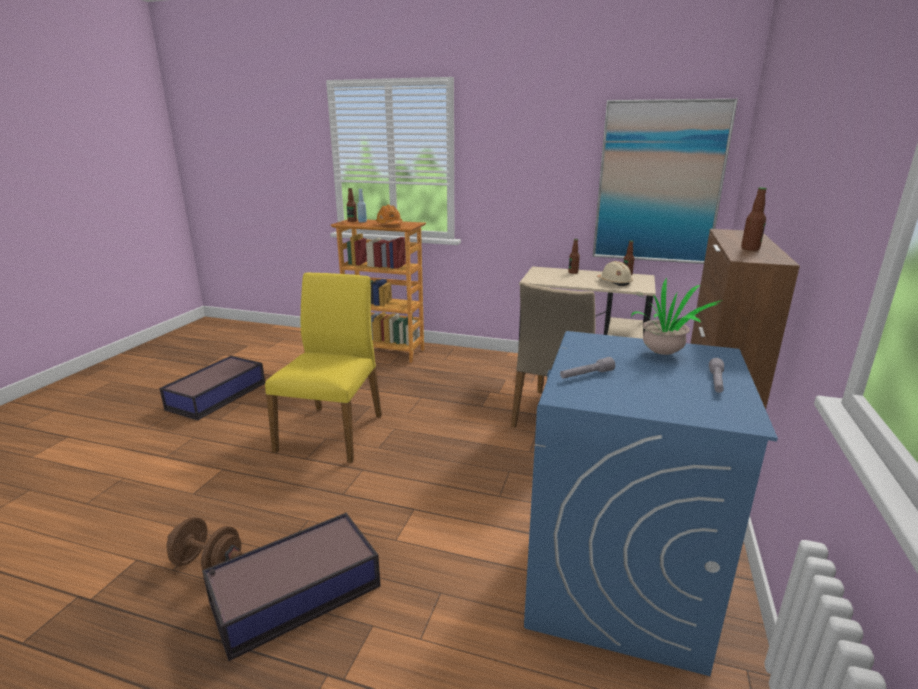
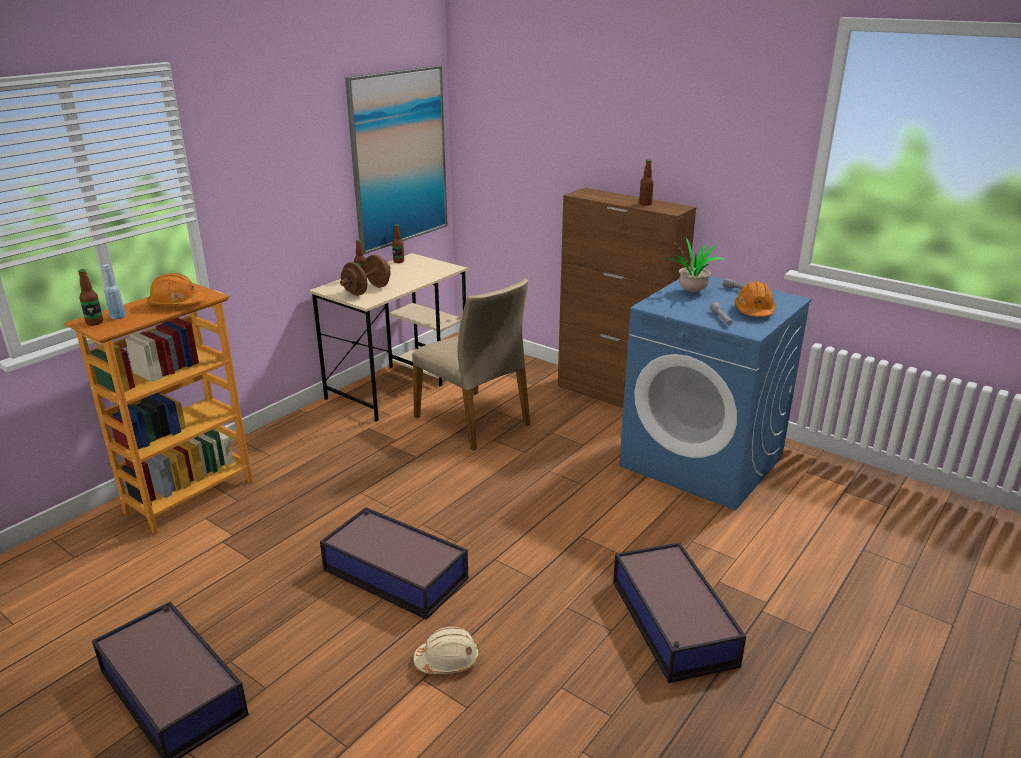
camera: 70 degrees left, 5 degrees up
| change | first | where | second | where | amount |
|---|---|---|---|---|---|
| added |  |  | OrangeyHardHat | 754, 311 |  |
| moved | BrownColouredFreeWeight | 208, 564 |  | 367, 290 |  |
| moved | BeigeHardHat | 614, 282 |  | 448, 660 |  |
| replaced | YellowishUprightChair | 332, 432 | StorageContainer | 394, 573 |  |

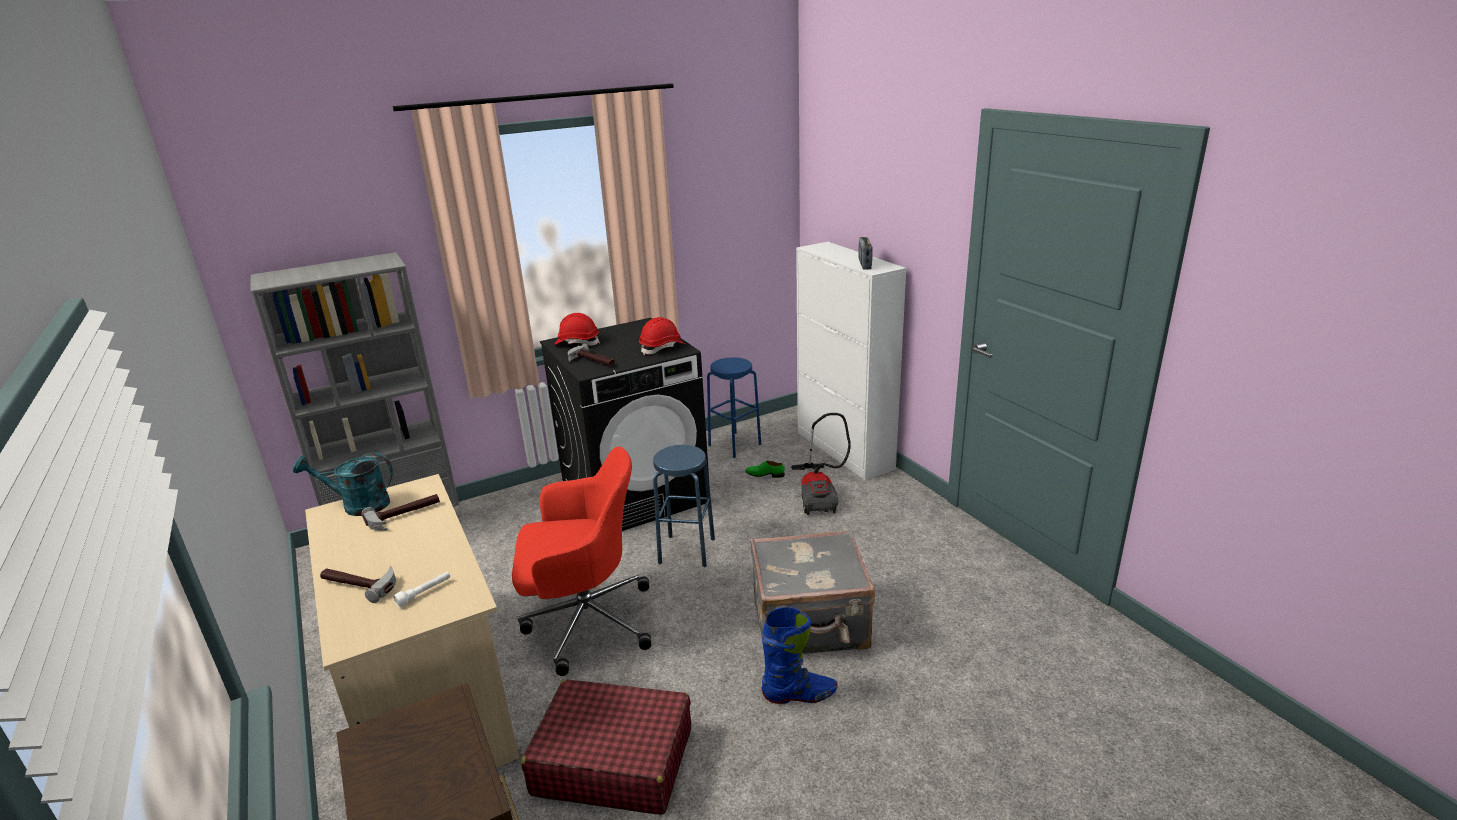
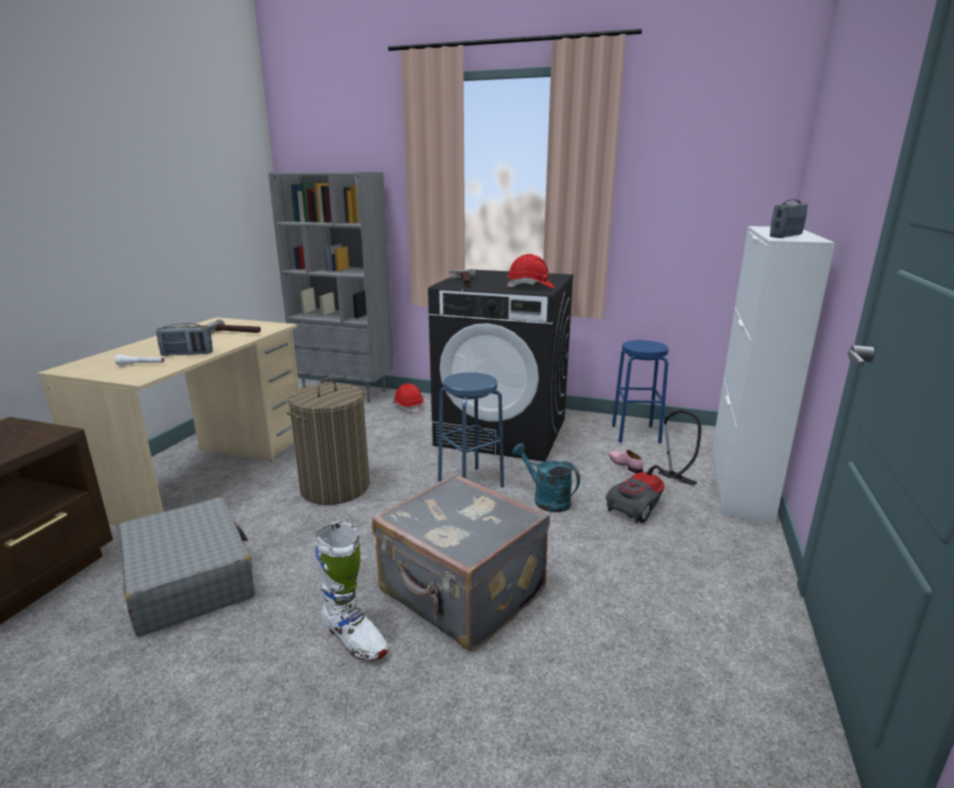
camera: 45 degrees right, 5 degrees down
| change | first | where | second | where | amount |
|---|---|---|---|---|---|
| removed | Hammer | 361, 584 |  |  |  |
| added |  |  | Radio | 187, 354 |  |
| moved | BlueGreenSprinklingCan | 358, 505 |  | 546, 499 |  |
| moved | RedHardHat | 577, 343 |  | 408, 407 |  |
| replaced | RedComputerChair | 586, 622 | LaundryBasket | 335, 487 |  |
| recoloured | RedPieceOfLuggage | 613, 761 | GreyishPieceOfLuggage | 190, 579 |  |
| recoloured | GreenItemOfFootwear | 765, 474 | PinkColouredItemOfFootwear | 625, 465 |  |
| recoloured | BlueHighTopBoot | 799, 695 | WhitishHighTopBoot | 354, 640 |  |

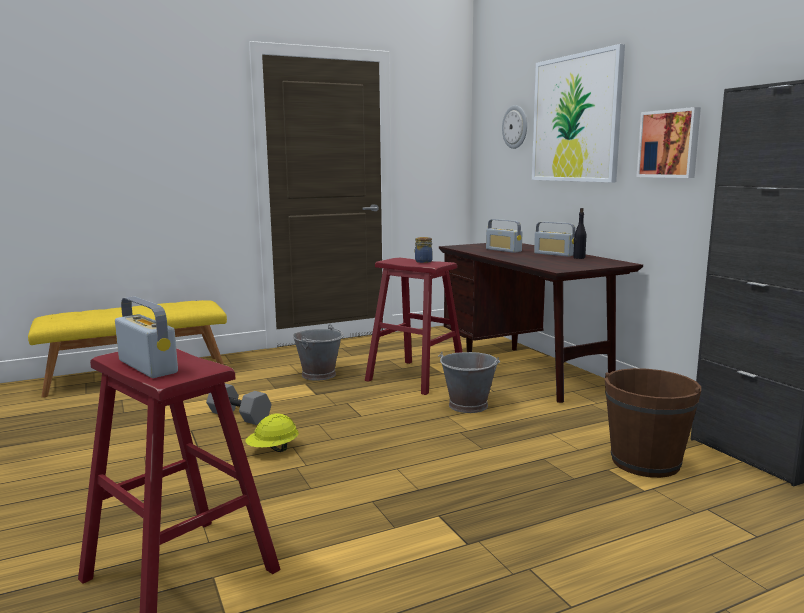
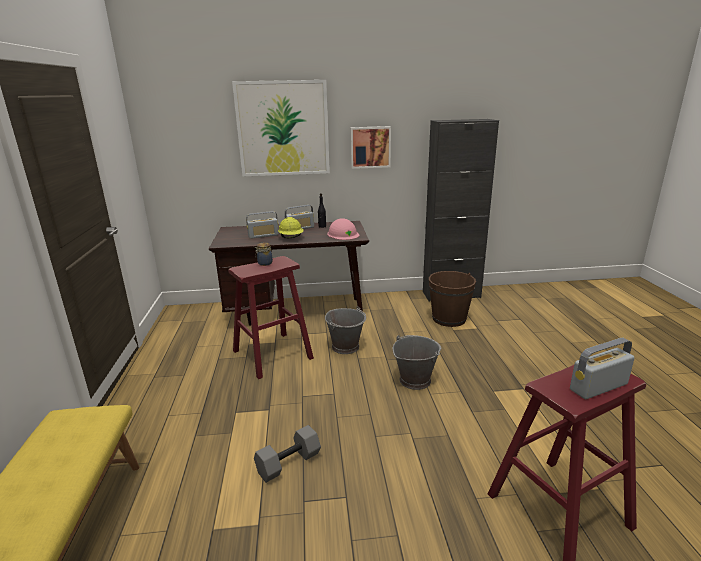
camera: 70 degrees left, 10 degrees up
| change | first | where | second | where | amount |
|---|---|---|---|---|---|
| removed | WallClock | 515, 127 |  |  |  |
| added |  |  | PinkColouredHardHat | 343, 234 |  |
| moved | YellowishHardHat | 273, 450 |  | 291, 238 |  |
| moved | GreyishPail | 319, 374 |  | 414, 380 |  |

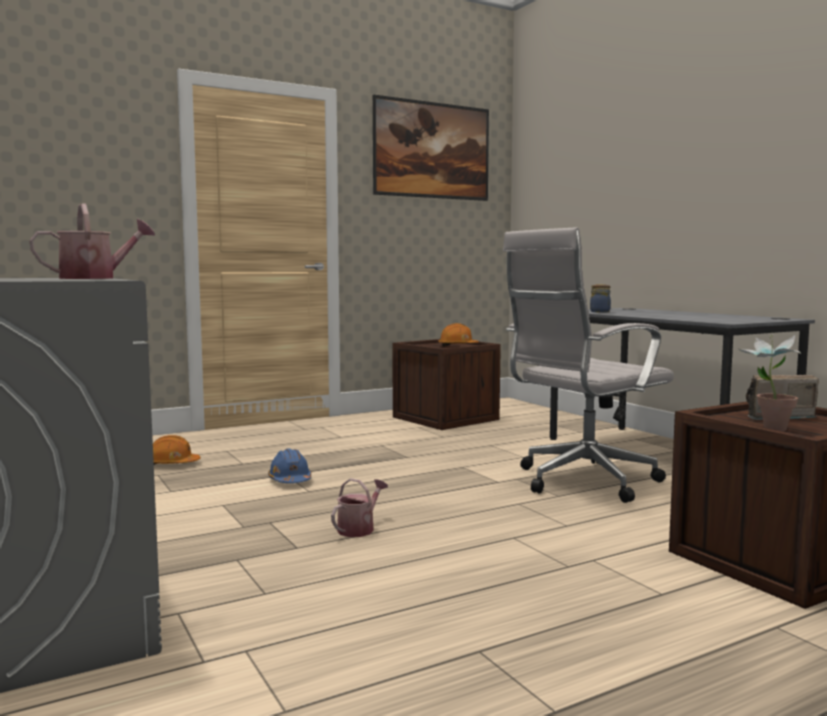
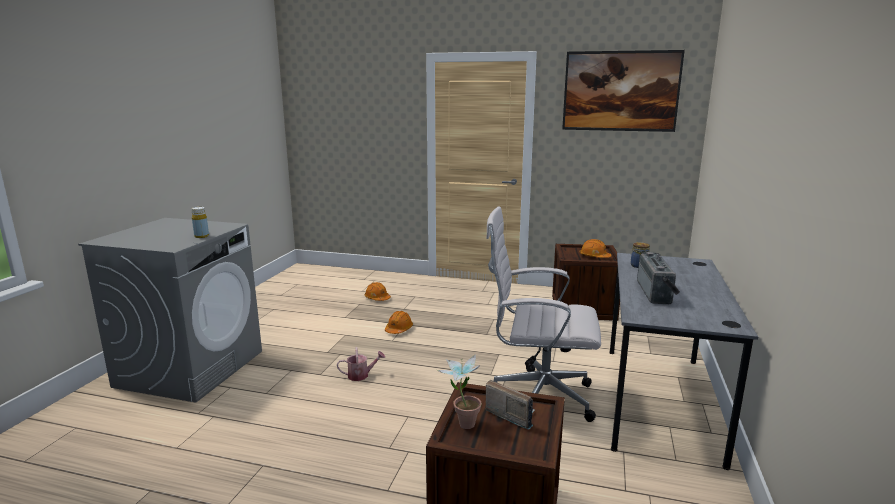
camera: 45 degrees right, 10 degrees up
| change | first | where | second | where | amount |
|---|---|---|---|---|---|
| added |  |  | Radio | 657, 293 |  |
| replaced | SprinklingCan | 95, 278 | YellowishDrinkBottle | 201, 236 |  |
| recoloured | BlueHardHat | 290, 480 | OrangeyHardHat | 399, 329 |  |

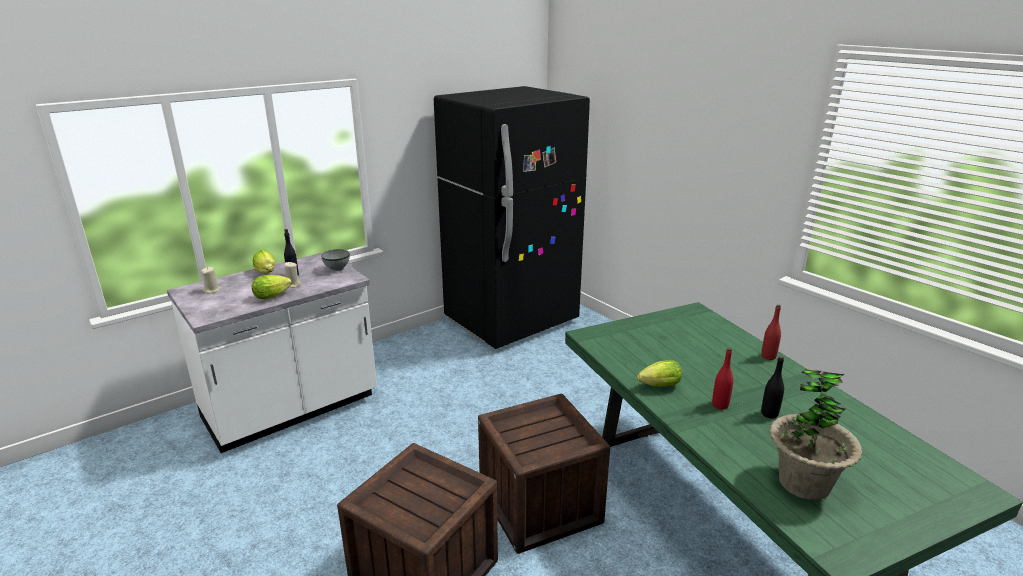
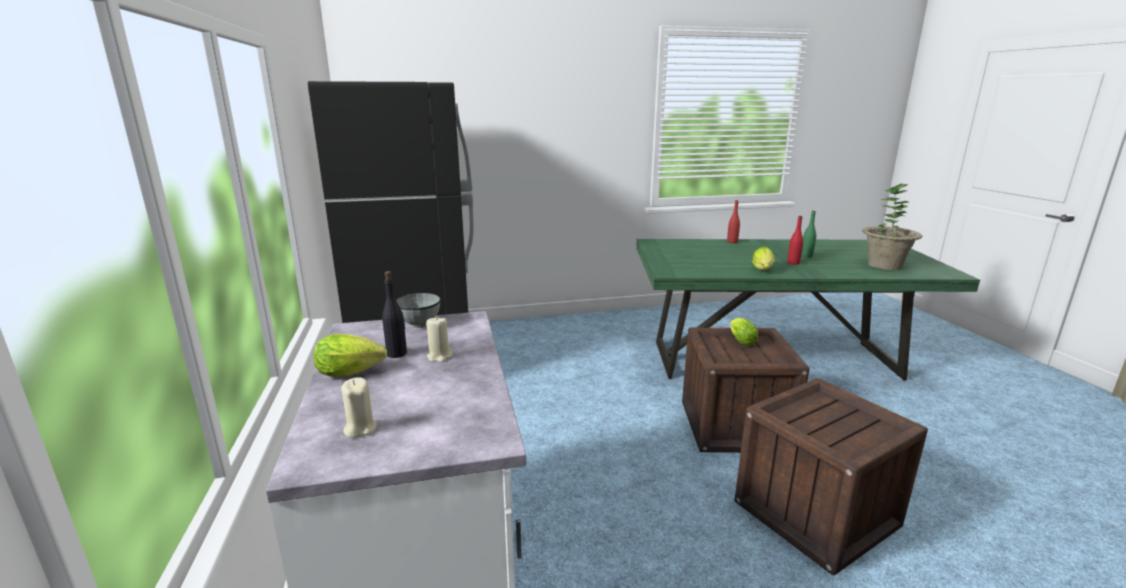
camera: 65 degrees left, 5 degrees down
| change | first | where | second | where | amount |
|---|---|---|---|---|---|
| moved | HeadOfLettuce | 274, 296 |  | 740, 340 |  |
| recoloured | BlackishDrinkBottle | 769, 414 | GreenDrinkBottle | 806, 256 |  |

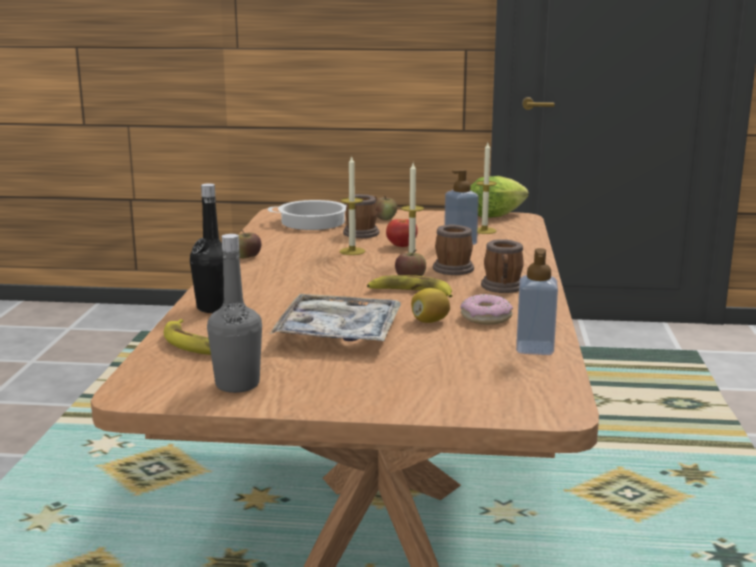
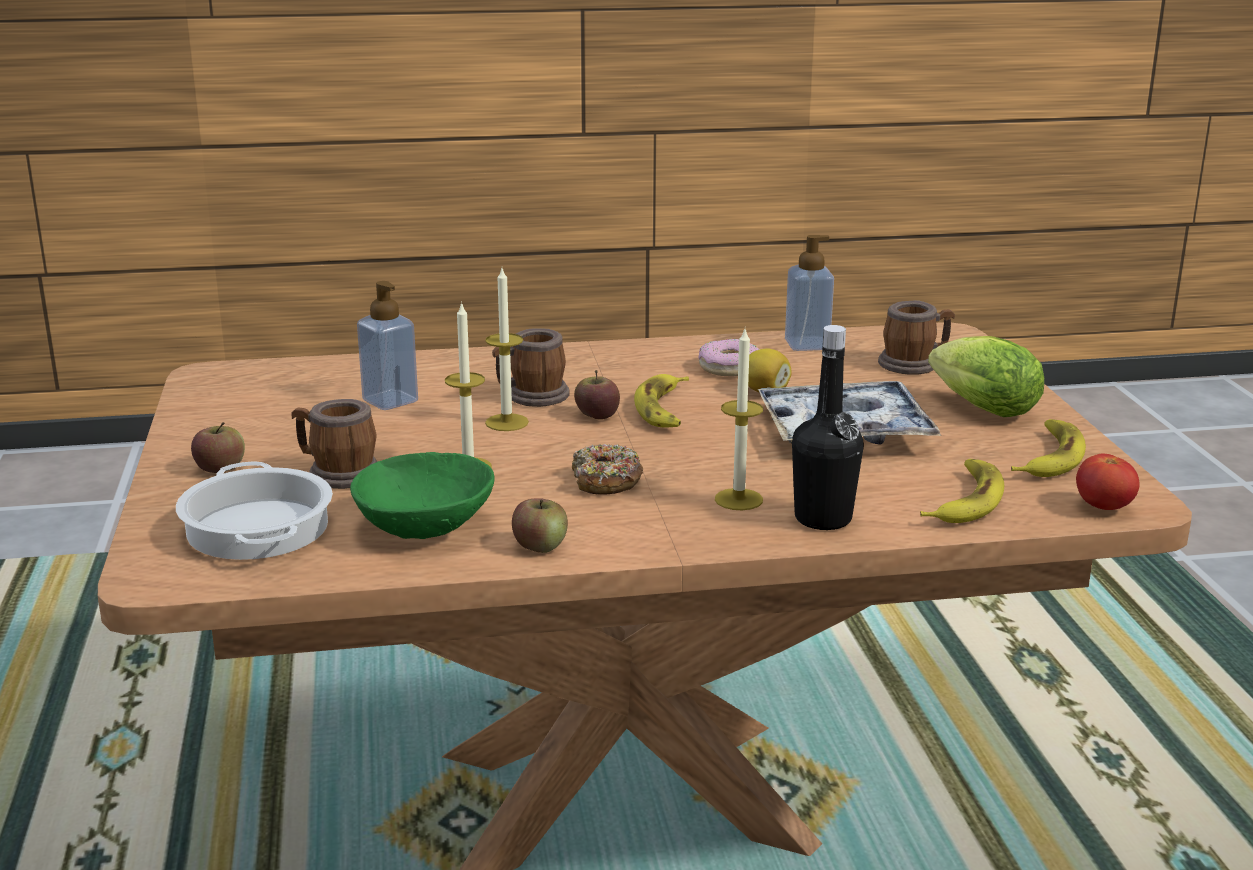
camera: 105 degrees left, 5 degrees up
| change | first | where | second | where | amount |
|---|---|---|---|---|---|
| added |  |  | GreenBowl | 427, 526 |  |
| added |  |  | RingDoughnut | 605, 481 |  |
| moved | Tomato | 401, 246 |  | 1103, 508 |  |
| moved | HeadOfLettuce | 498, 215 |  | 978, 407 |  |
| moved | Candle | 484, 230 |  | 738, 499 |  |
| moved | CoffeeMug | 503, 288 |  | 914, 364 |  |
| replaced | GreyishDrinkBottle | 237, 384 | Banana | 1049, 457 |  |

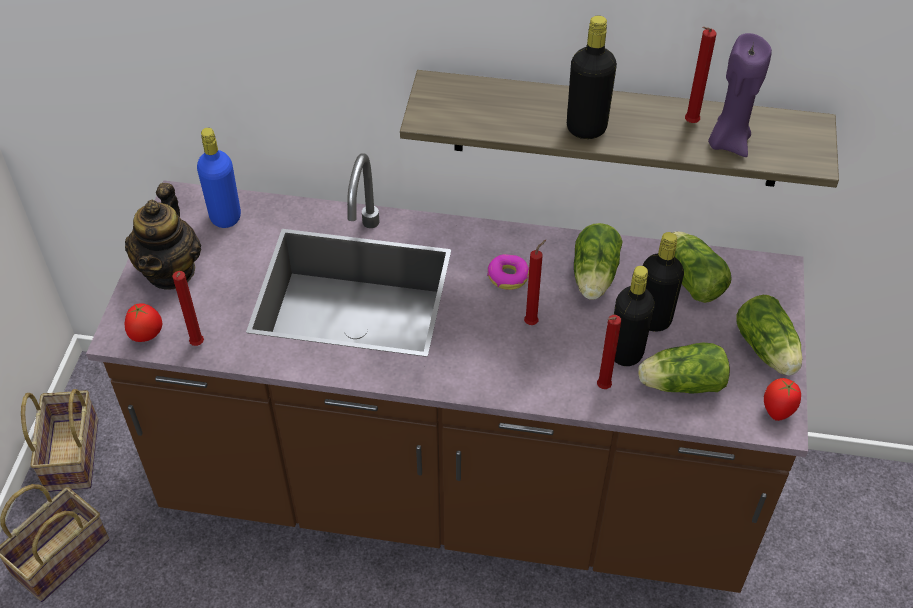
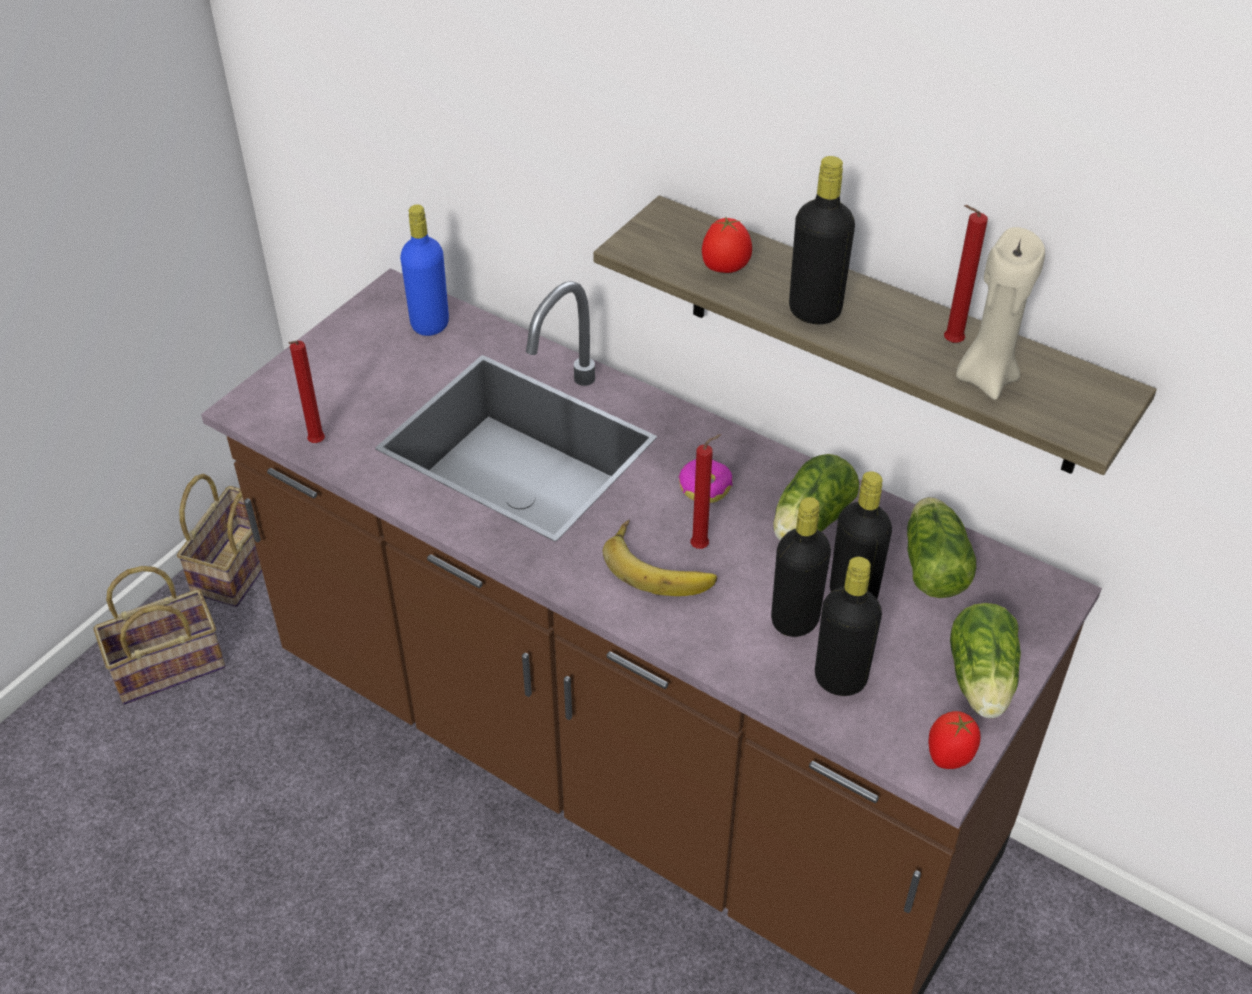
camera: 25 degrees right, 5 degrees down
| change | first | where | second | where | amount |
|---|---|---|---|---|---|
| removed | PotForTea | 171, 270 |  |  |  |
| removed | RedCandle | 602, 388 |  |  |  |
| added |  |  | Banana | 661, 565 |  |
| moved | Tomato | 147, 336 |  | 725, 269 |  |
| replaced | HeadOfLettuce | 679, 383 | BlackishDrinkBottle | 840, 679 |  |
| recoloured | PurpleColouredCandle | 728, 142 | BeigeCandle | 985, 378 |  |

